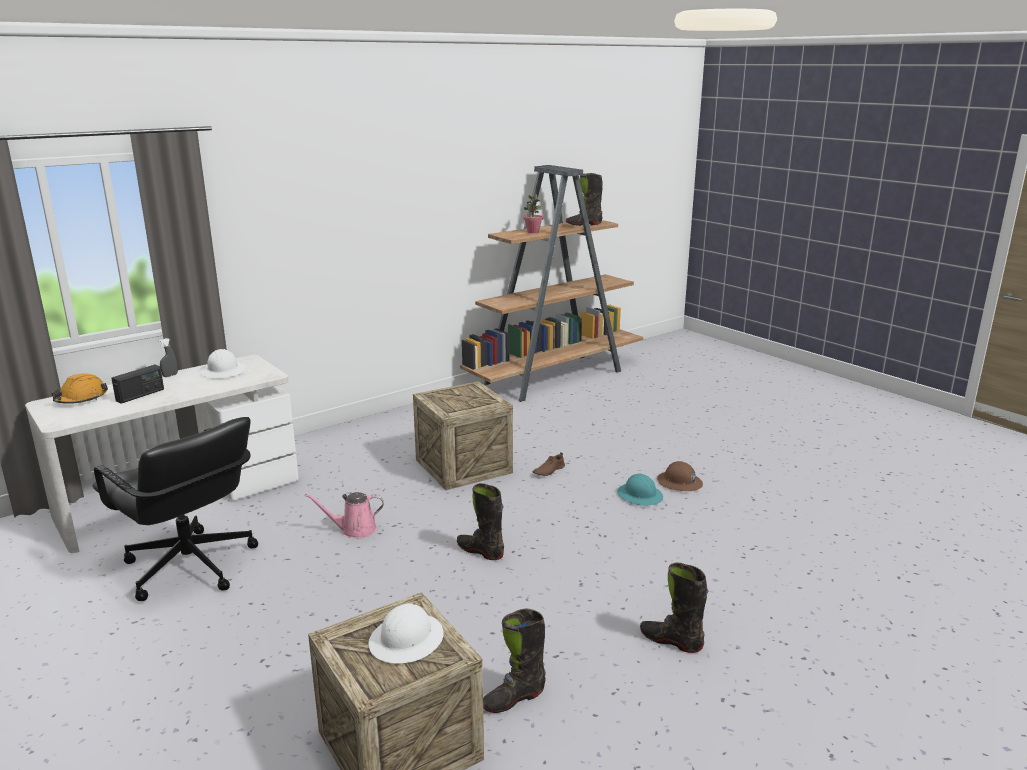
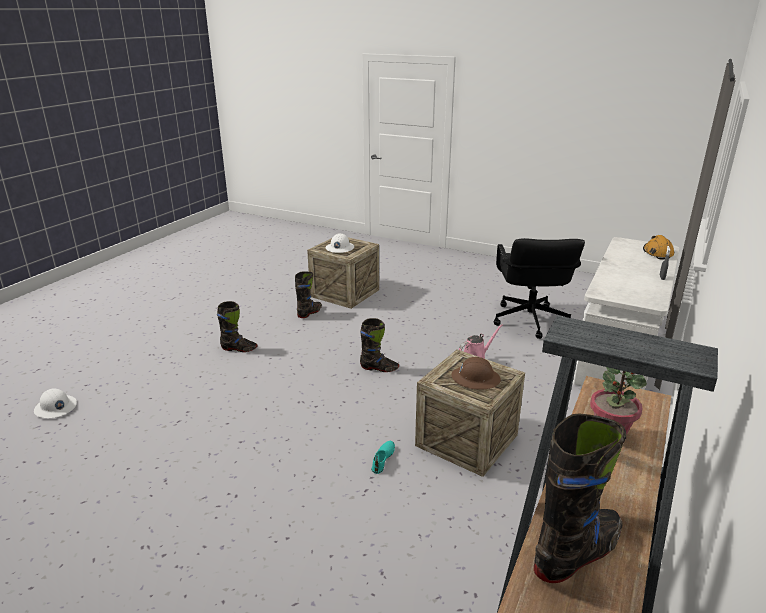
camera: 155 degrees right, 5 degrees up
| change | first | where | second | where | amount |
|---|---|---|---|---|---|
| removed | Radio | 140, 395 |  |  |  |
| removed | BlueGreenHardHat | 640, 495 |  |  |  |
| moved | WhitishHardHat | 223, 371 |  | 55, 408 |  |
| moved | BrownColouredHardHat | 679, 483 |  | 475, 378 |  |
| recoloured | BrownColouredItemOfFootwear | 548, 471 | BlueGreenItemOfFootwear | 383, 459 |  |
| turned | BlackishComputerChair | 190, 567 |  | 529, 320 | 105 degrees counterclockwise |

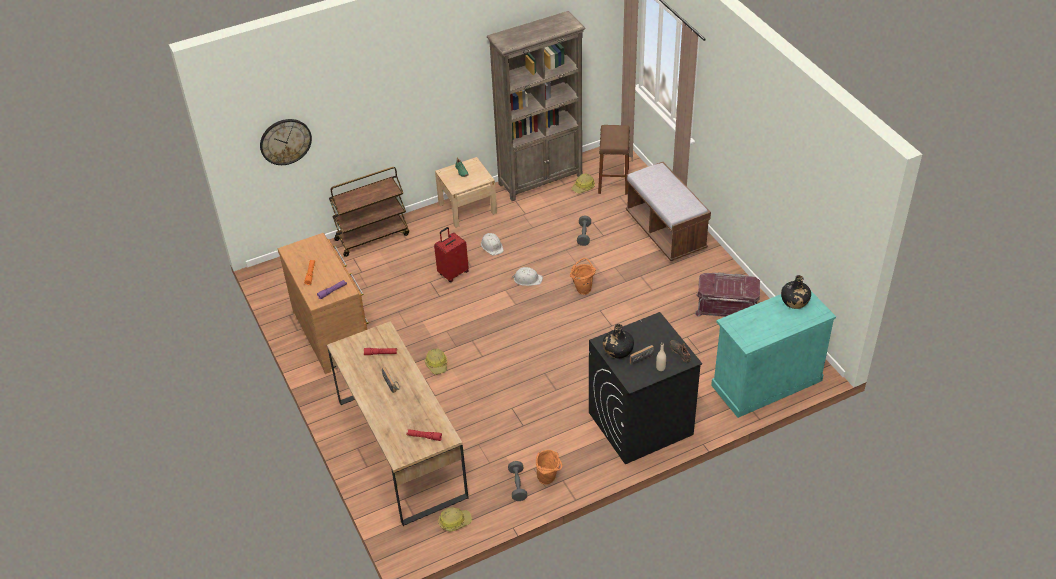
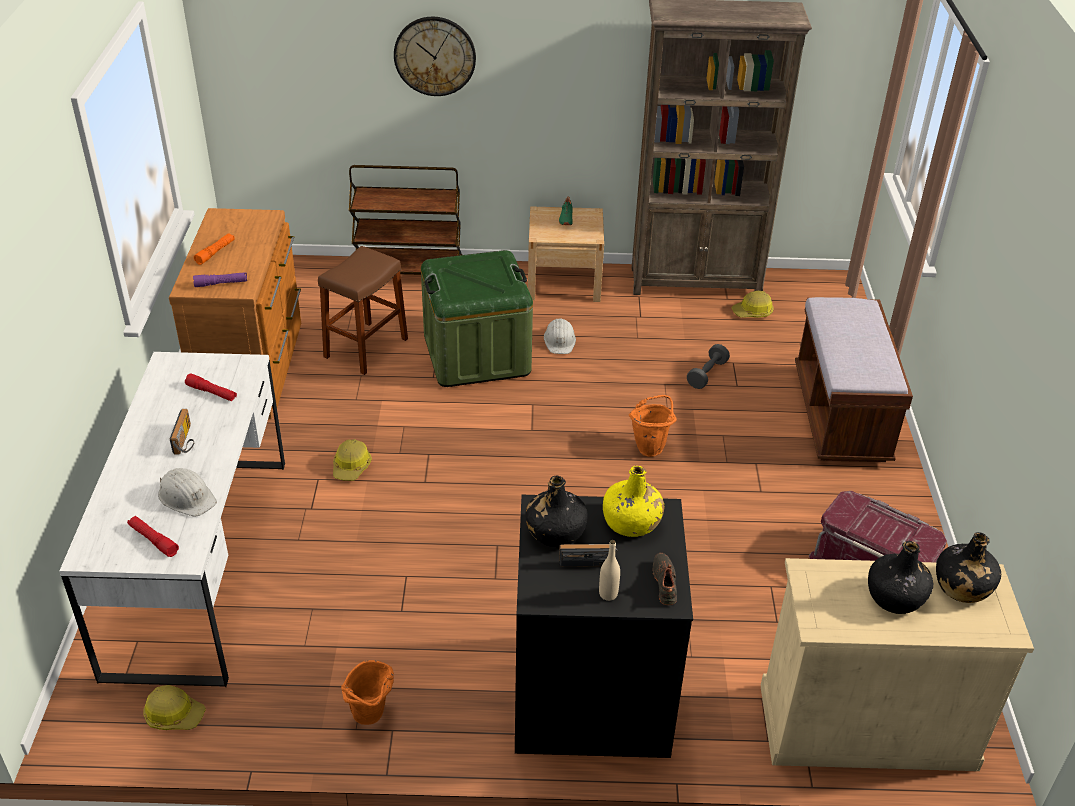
camera: 25 degrees right, 5 degrees down
| change | first | where | second | where | amount |
|---|---|---|---|---|---|
| removed | GreyishFreeWeight | 517, 485 |  |  |  |
| added |  |  | YellowishDrinkBottle | 631, 522 |  |
| added |  |  | BlackishDrinkBottle | 895, 597 |  |
| moved | WallClock | 285, 141 |  | 435, 56 |  |
| moved | WhitishHardHat | 527, 279 |  | 187, 497 |  |
| moved | BrownColouredSittingStool | 613, 180 |  | 366, 348 |  |
| replaced | RedPieceOfLuggage | 453, 273 | GreenStorageContainer | 476, 355 |  |
| recoloured | BrownColouredDesk | 401, 448 | WhitishDesk | 200, 563 |  |
| recoloured | BlueGreenStorageCabinet | 766, 382 | BeigeStorageCabinet | 866, 726 |  |

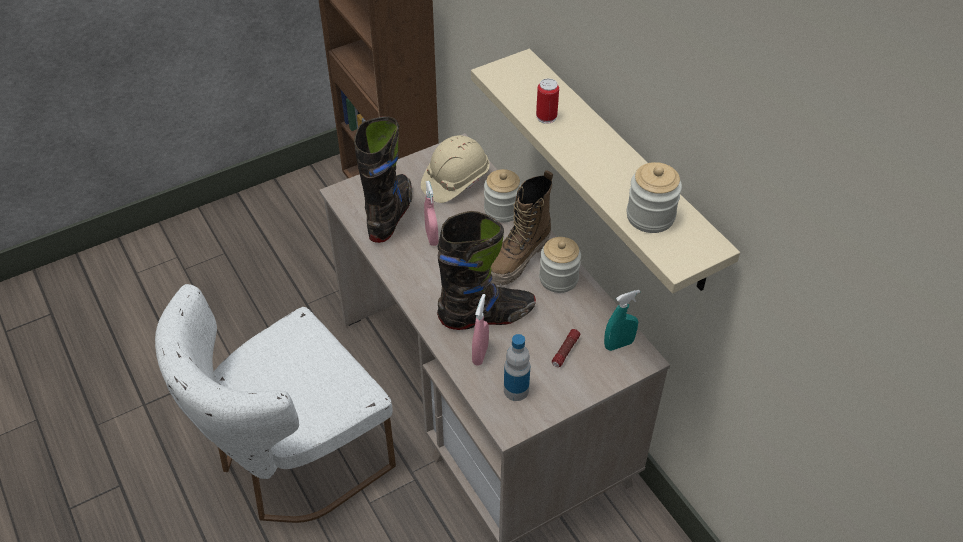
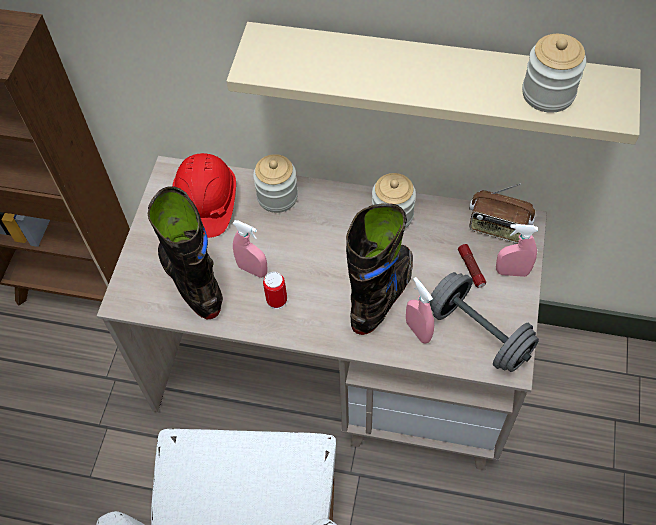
camera: 45 degrees left, 10 degrees up
| change | first | where | second | where | amount |
|---|---|---|---|---|---|
| removed | HighTopBoot | 518, 259 |  |  |  |
| added |  |  | PinkColouredHandSprayer | 512, 272 |  |
| moved | MetalCan | 546, 117 |  | 276, 300 |  |
| replaced | DrinkBottle | 516, 390 | GreyishFreeWeight | 479, 333 |  |
| replaced | BlueGreenHandSprayer | 619, 344 | Radio | 497, 228 |  |
| recoloured | BeigeHardHat | 455, 180 | RedHardHat | 206, 204 |  |

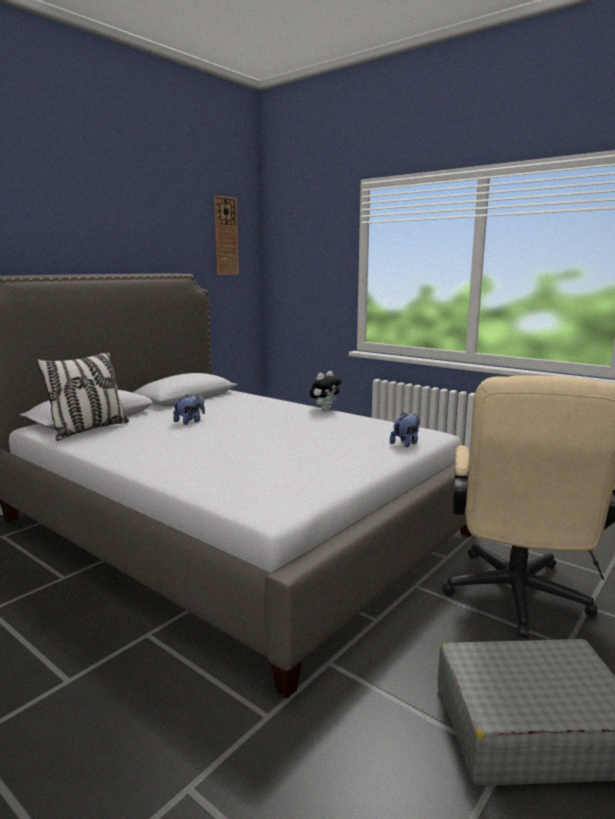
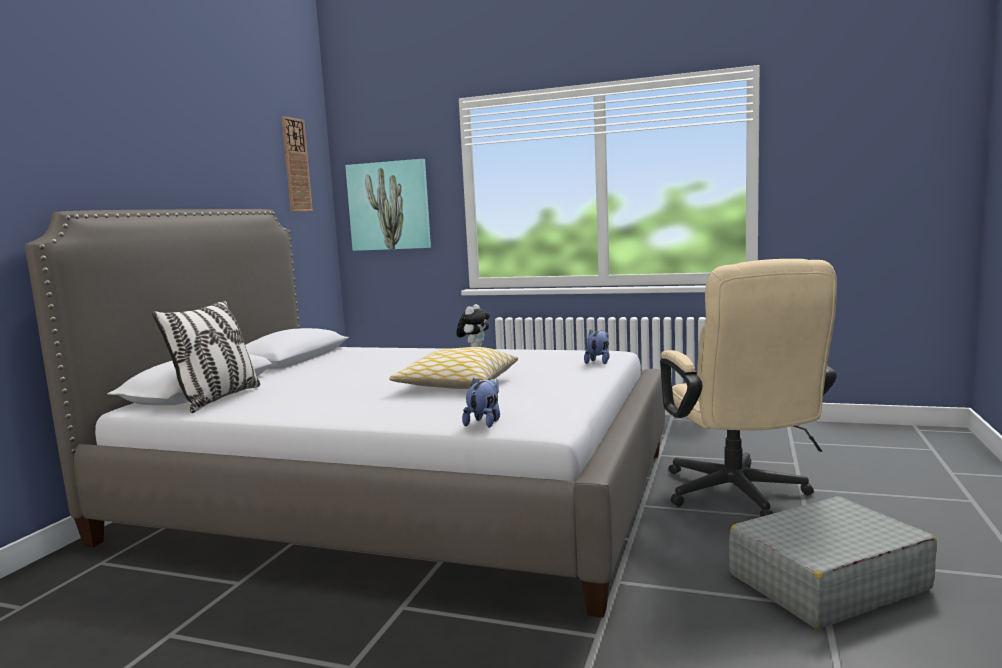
camera: 20 degrees left, 5 degrees down
| change | first | where | second | where | amount |
|---|---|---|---|---|---|
| added |  |  | WallPicture | 389, 206 |  |
| added |  |  | Pillow | 457, 384 |  |
| moved | CuddlyToy | 190, 421 |  | 485, 422 |  |

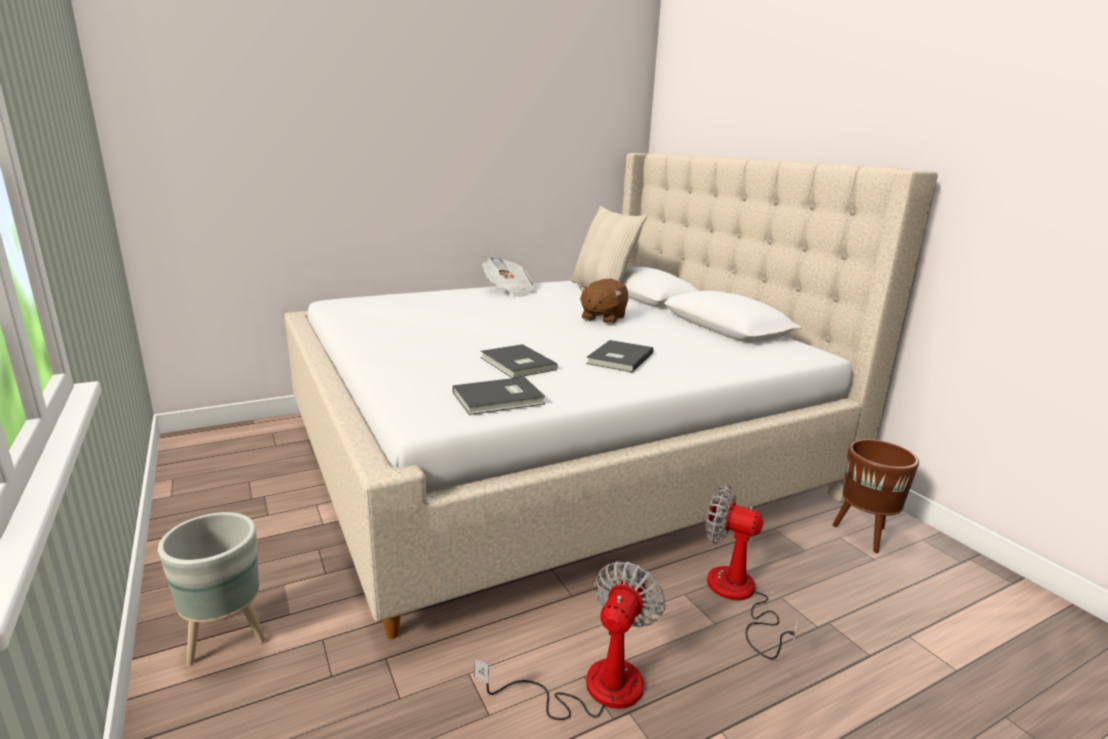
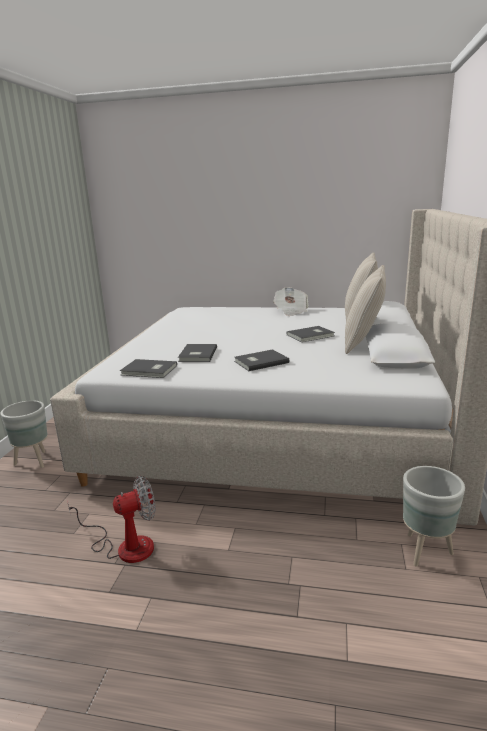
camera: 40 degrees right, 0 degrees up
| change | first | where | second | where | amount |
|---|---|---|---|---|---|
| removed | Fan | 738, 597 |  |  |  |
| added |  |  | BeigePillow | 363, 342 |  |
| replaced | BrownColouredCuddlyToy | 603, 318 | GreyishBook | 311, 335 |  |
| recoloured | BrownColouredPlantPot | 864, 535 | GreyishPlantPot | 425, 551 |  |

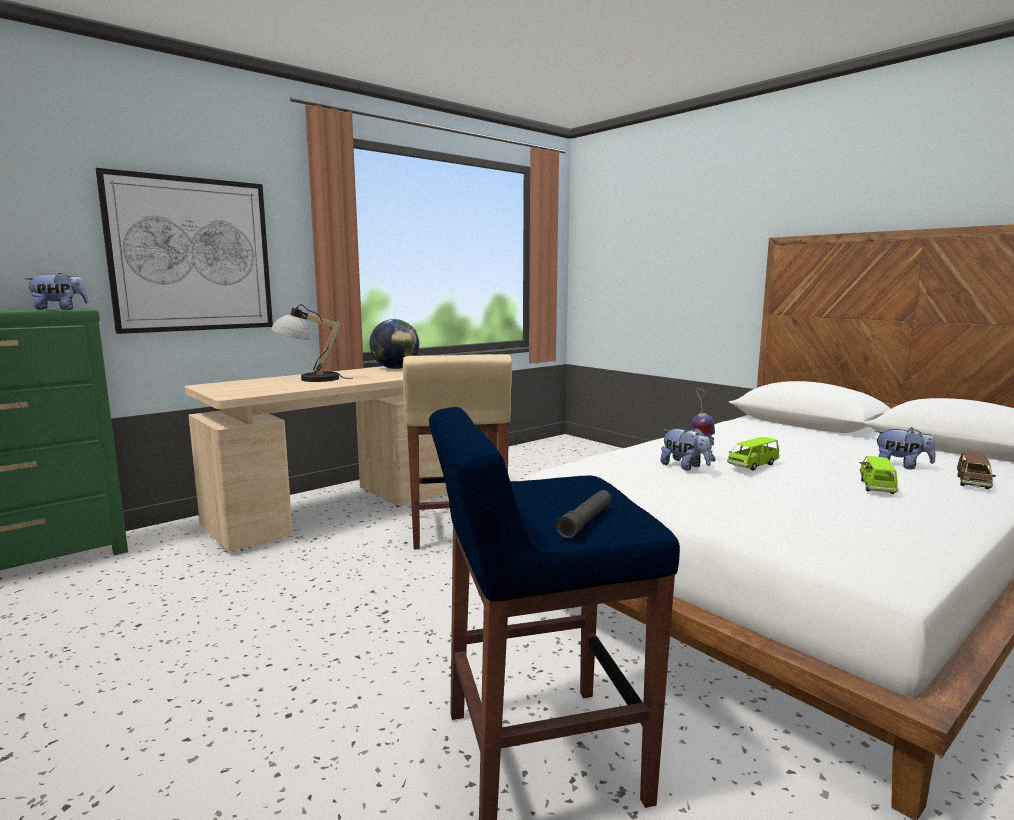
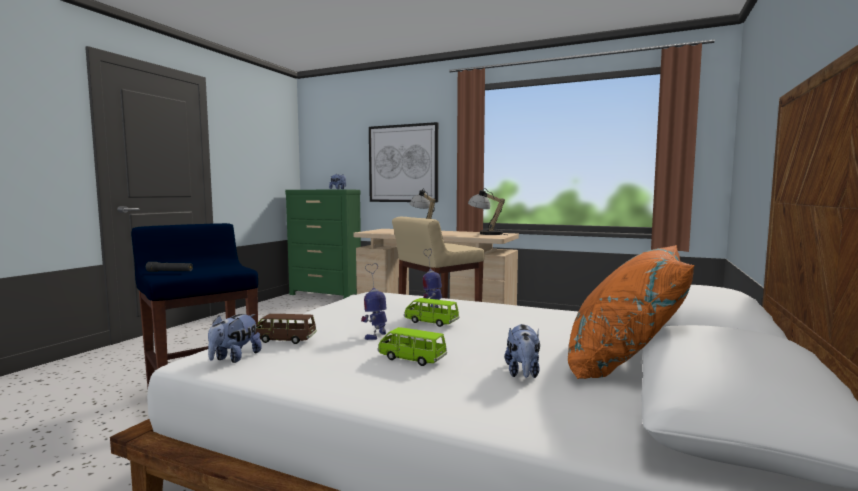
camera: 65 degrees right, 5 degrees down
| change | first | where | second | where | amount |
|---|---|---|---|---|---|
| added |  |  | ToyRobot | 376, 335 |  |
| added |  |  | OrangeyPillow | 623, 364 |  |
| moved | CuddlyToy | 684, 467 |  | 234, 358 |  |
| moved | BrownColouredToyCar | 972, 482 |  | 284, 340 |  |
| replaced | Globe | 395, 368 | LampForATable | 485, 233 |  |
| turned | GreenToyCar | 876, 487 |  | 411, 359 | 150 degrees counterclockwise |

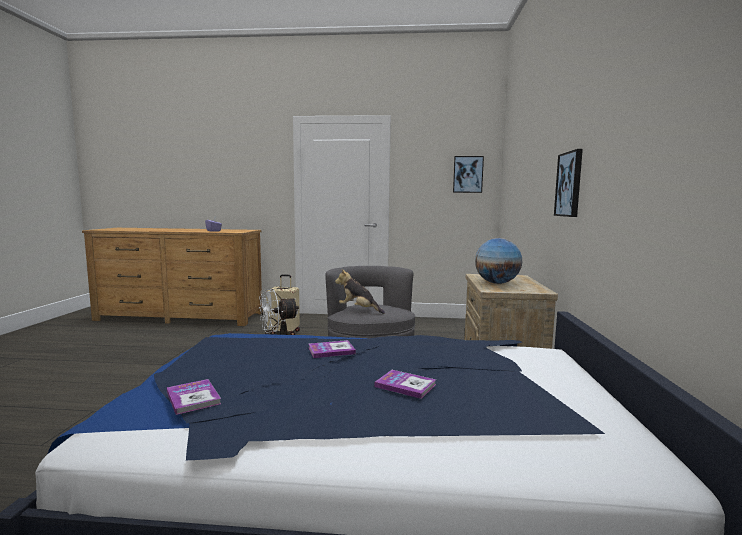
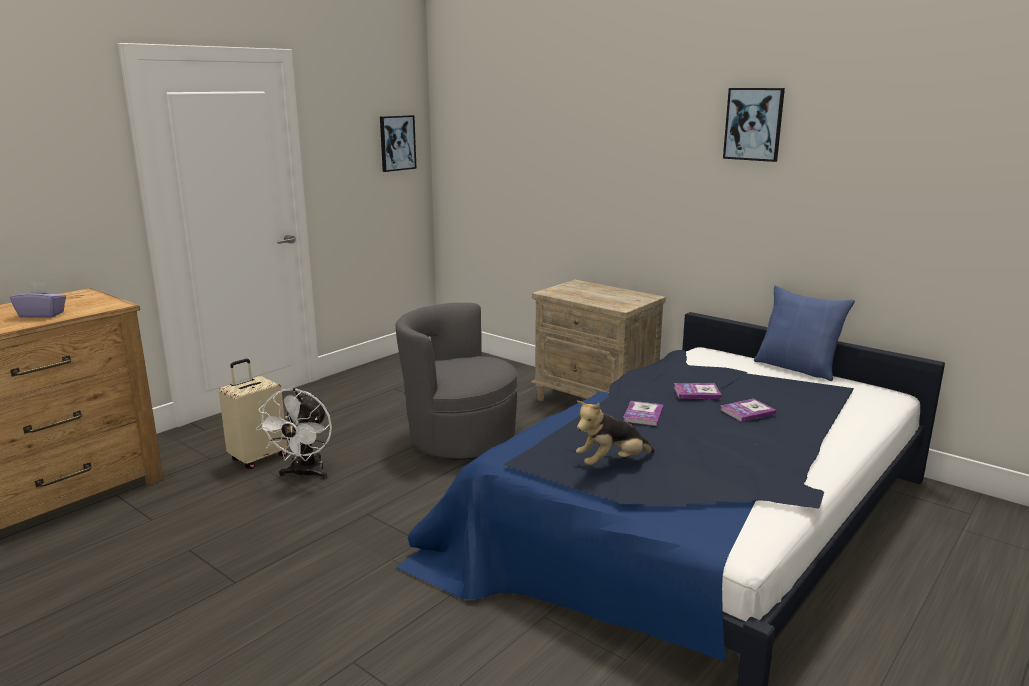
camera: 55 degrees left, 10 degrees up
| change | first | where | second | where | amount |
|---|---|---|---|---|---|
| removed | Globe | 496, 283 |  |  |  |
| added |  |  | BluePillow | 797, 368 |  |
| moved | Book | 193, 398 |  | 697, 392 |  |
| moved | CuddlyToy | 359, 310 |  | 612, 463 |  |
| moved | WallPicture | 569, 184 |  | 753, 124 |  |

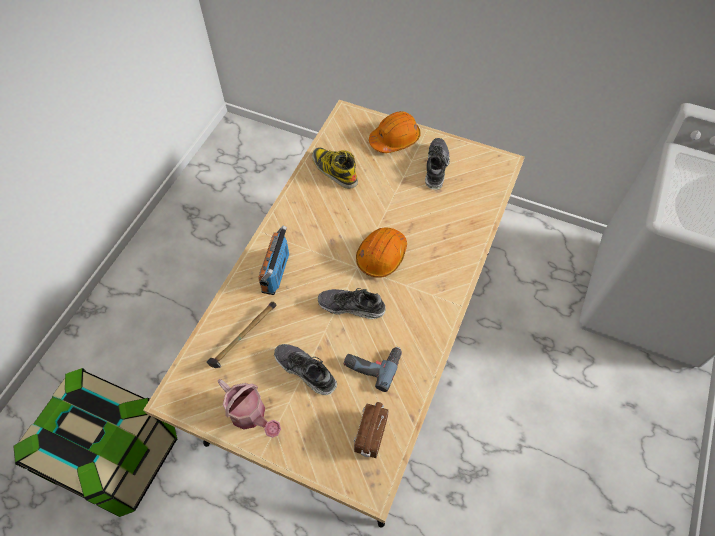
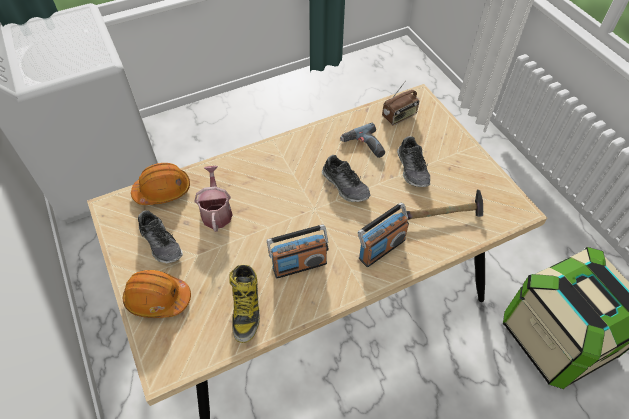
camera: 140 degrees left, 5 degrees down
| change | first | where | second | where | amount |
|---|---|---|---|---|---|
| added |  |  | Radio | 299, 265 |  |
| moved | SprinklingCan | 251, 415 |  | 216, 211 |  |
| moved | OrangeyHardHat | 381, 256 |  | 163, 190 |  |
| turned | ItemOfFootwear | 436, 167 |  | 161, 243 | 90 degrees counterclockwise |

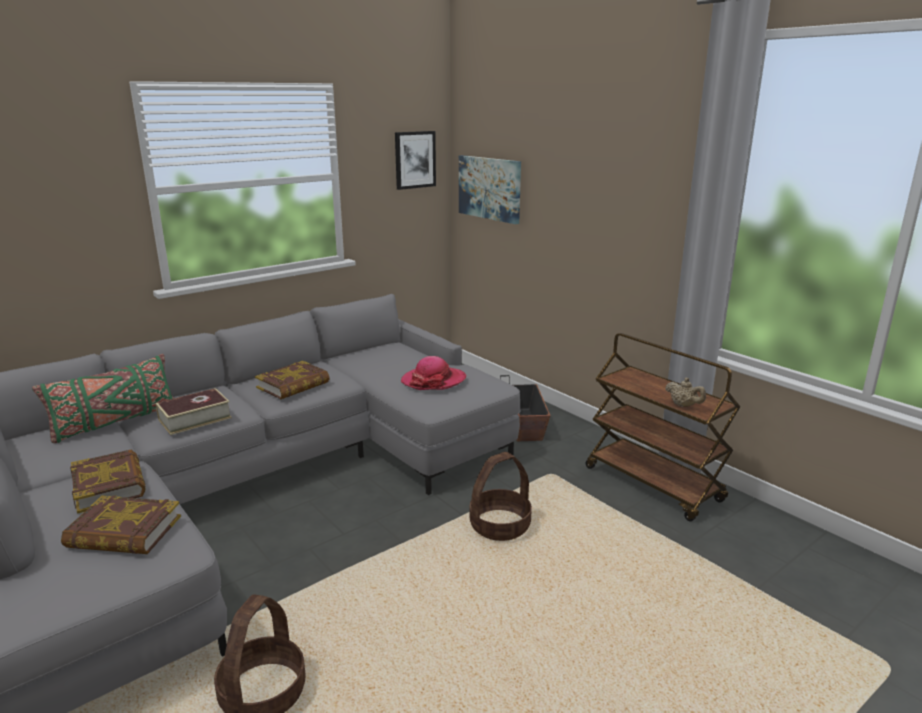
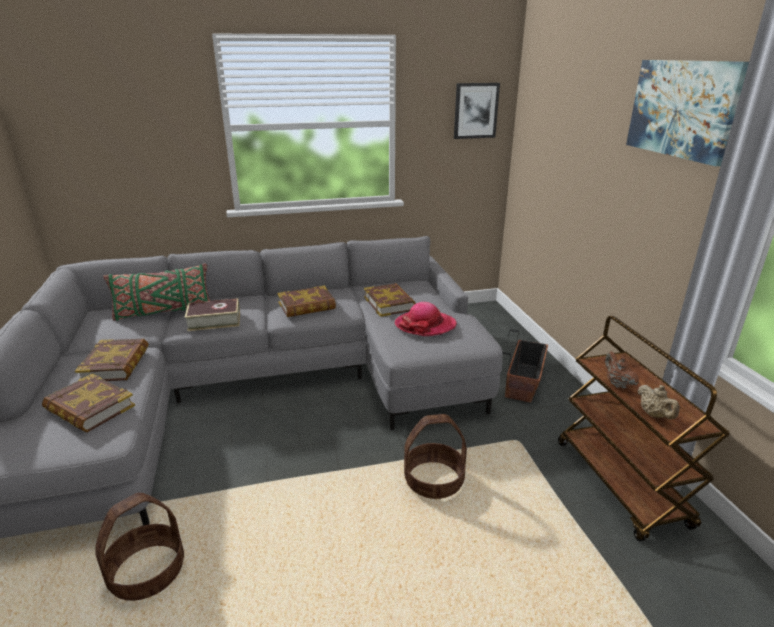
camera: 25 degrees right, 5 degrees up
| change | first | where | second | where | amount |
|---|---|---|---|---|---|
| added |  |  | Book | 389, 303 |  |
| added |  |  | BrownColouredPotForTea | 617, 383 |  |
| moved | WallPicture | 490, 188 |  | 683, 109 |  |

